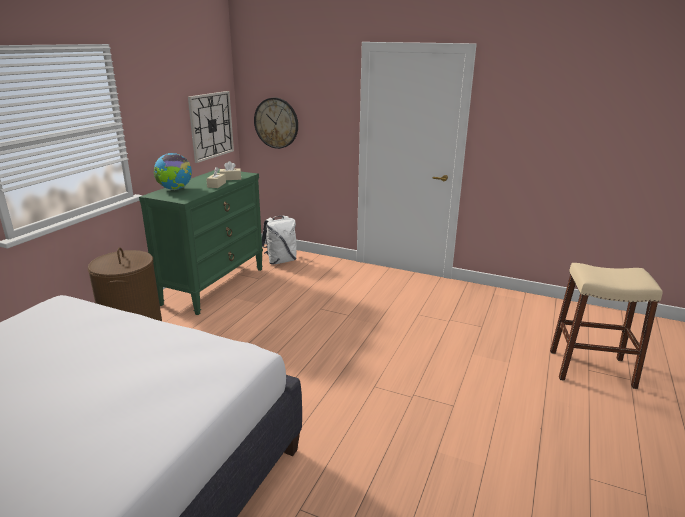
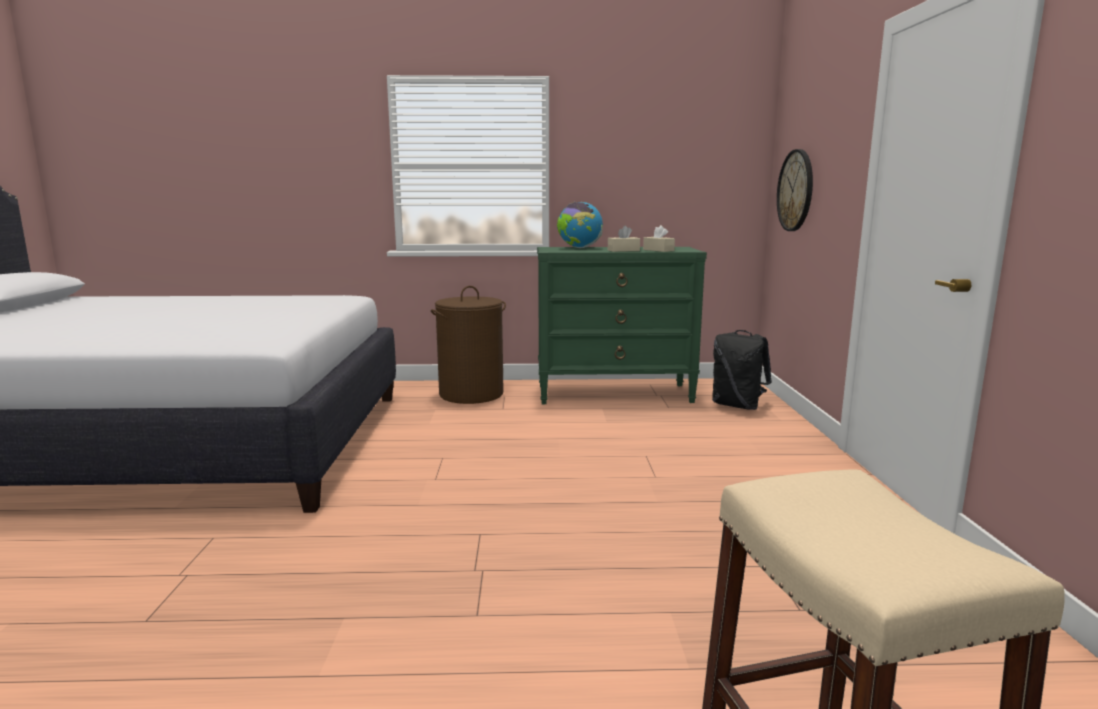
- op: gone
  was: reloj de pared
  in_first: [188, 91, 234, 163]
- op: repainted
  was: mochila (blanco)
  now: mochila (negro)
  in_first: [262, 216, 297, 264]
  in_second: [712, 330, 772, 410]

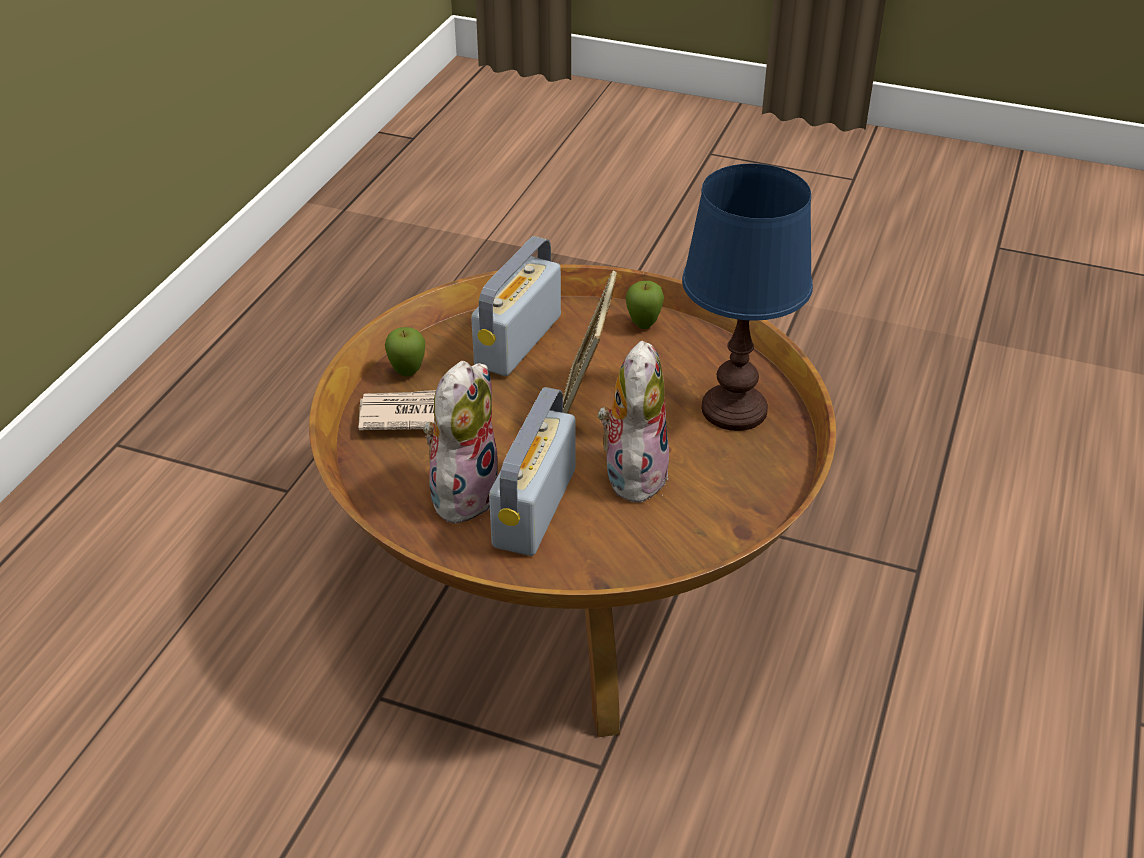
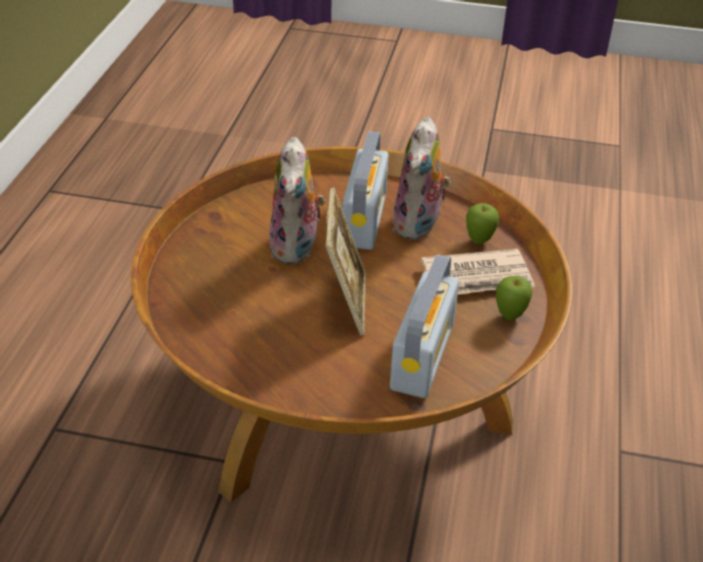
- op: shifted
  was: manzana
  in_first: [626, 281, 664, 329]
  in_second: [466, 203, 499, 244]
- op: gone
  was: lámpara de mesa (azul)
  in_first: [682, 164, 813, 431]

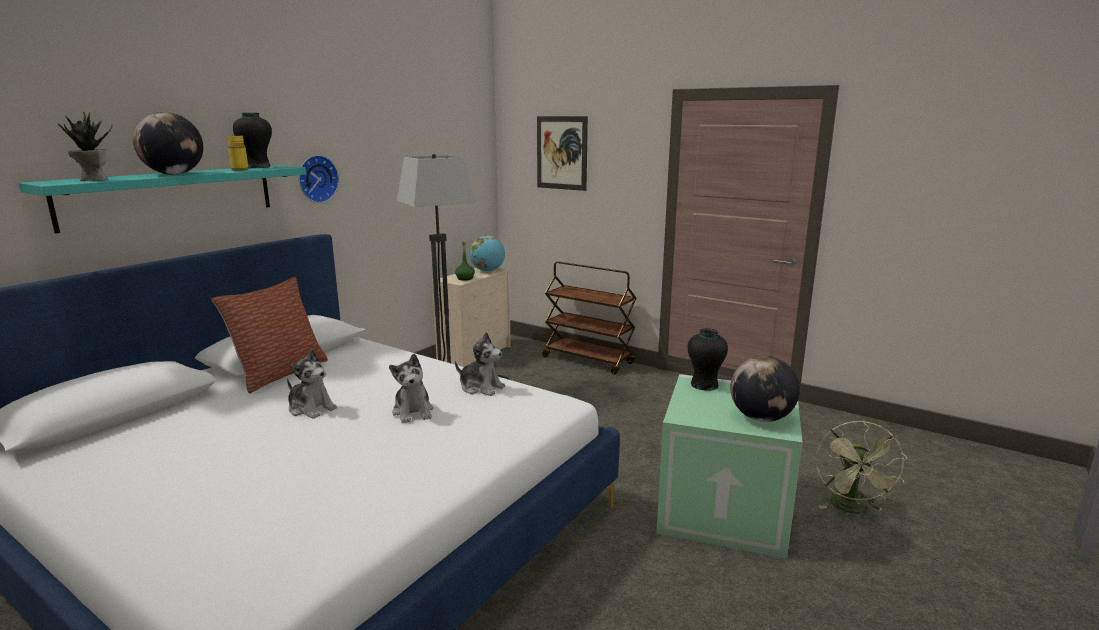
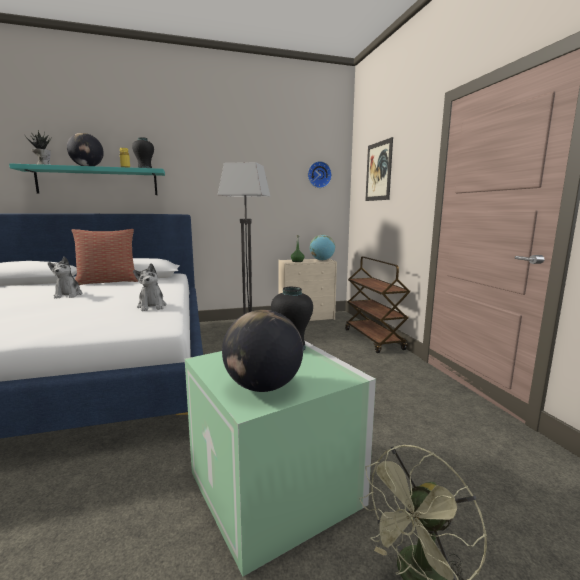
- op: shifted
  was: reloj de pared
  in_first: [299, 155, 339, 203]
  in_second: [308, 161, 332, 188]
- op: gone
  was: peluche
  in_first: [389, 354, 433, 423]

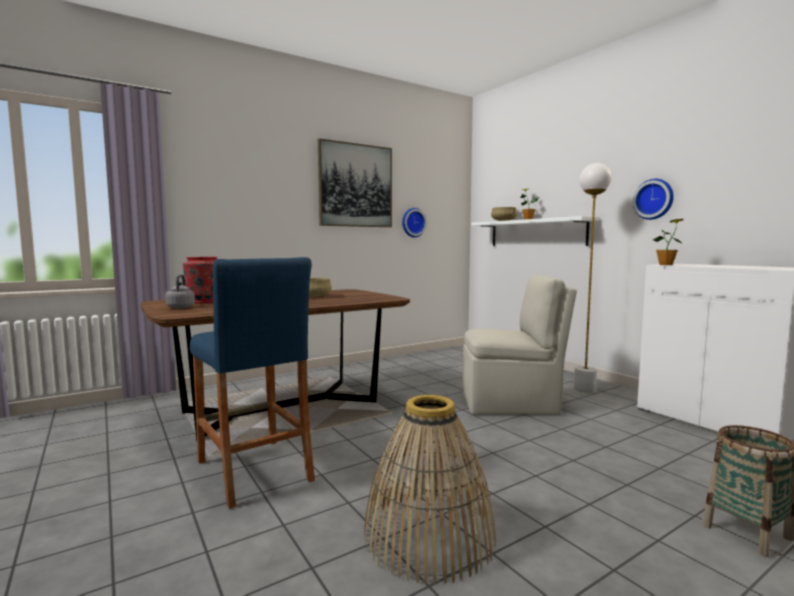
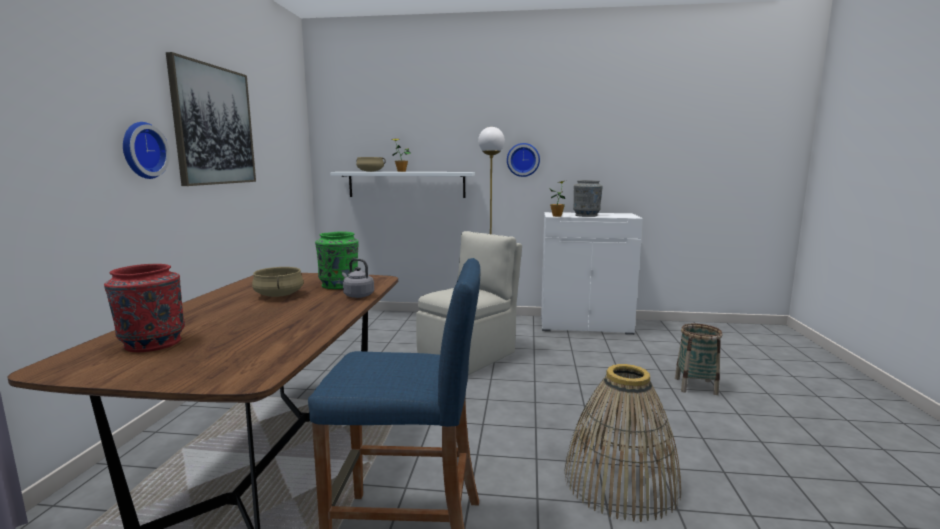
- op: shifted
  was: hervidor (gris)
  in_first: [165, 275, 195, 308]
  in_second: [342, 258, 374, 298]
- op: shifted
  was: reloj de pared
  in_first: [402, 208, 427, 237]
  in_second: [123, 122, 170, 179]
- op: new
  now: florero (verde)
  in_second: [315, 231, 359, 289]
- op: new
  now: florero (gris)
  in_second: [573, 180, 603, 217]

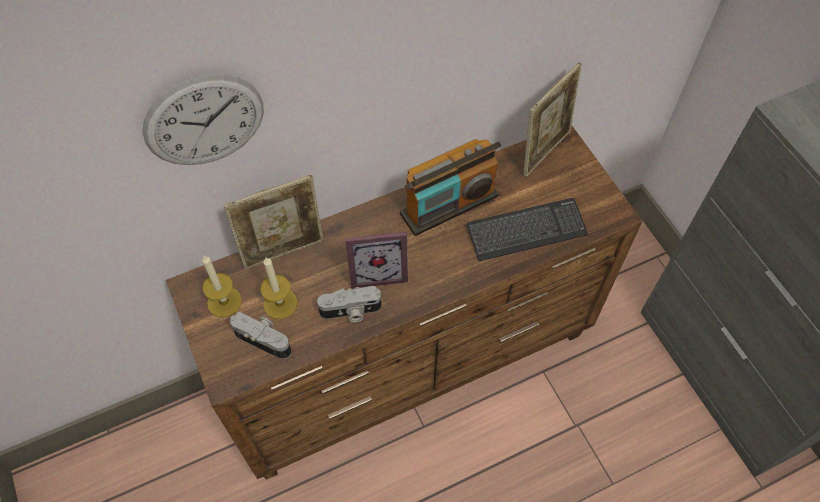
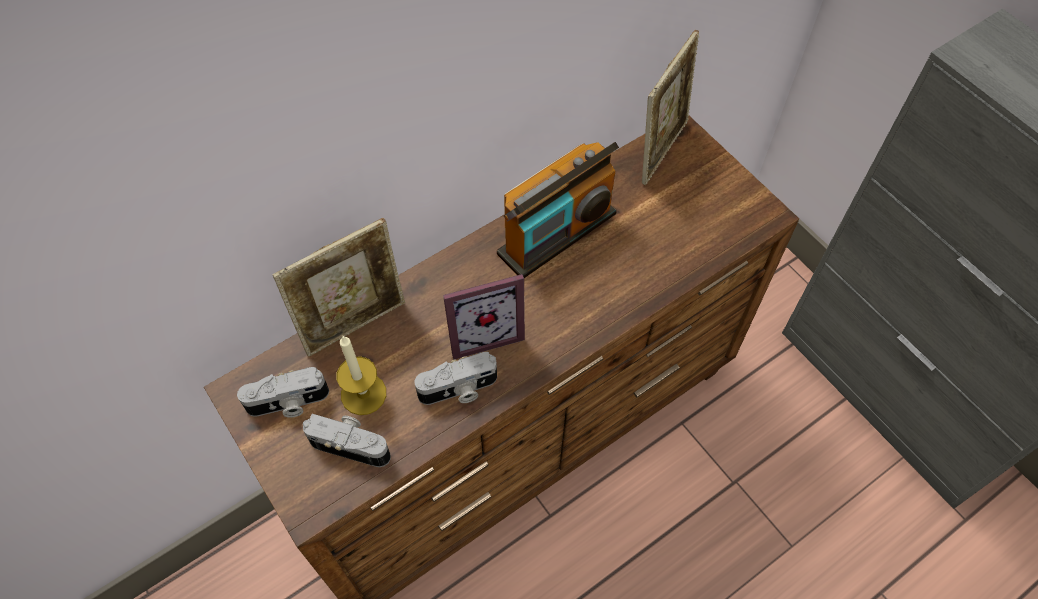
- op: gone
  was: reloj de pared
  in_first: [142, 74, 264, 165]
- op: swapped
  was: vela
  now: cámara
  in_first: [202, 256, 242, 318]
  in_second: [237, 367, 329, 418]
- op: gone
  was: teclado
  in_first: [467, 198, 588, 261]

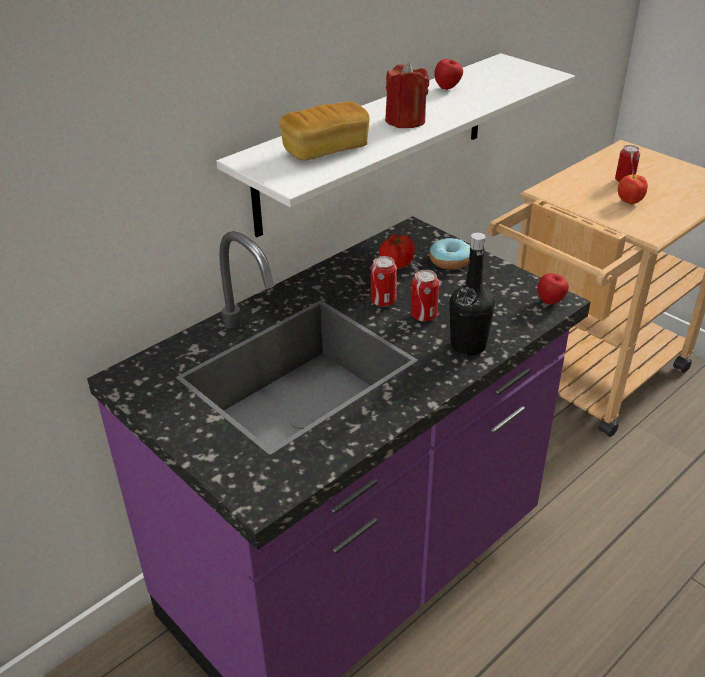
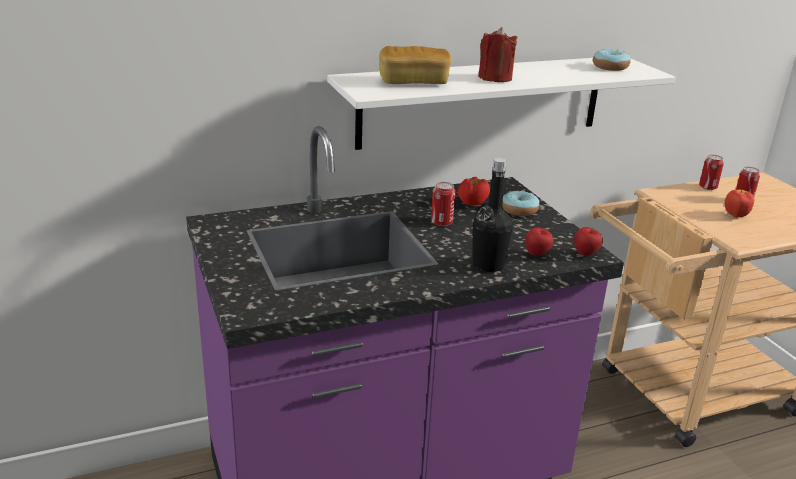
- op: shifted
  was: lata
  in_first: [411, 270, 439, 321]
  in_second: [699, 155, 724, 190]
- op: shifted
  was: manzana
  in_first: [434, 59, 463, 90]
  in_second: [525, 227, 553, 256]
- op: new
  now: rosquilla
  in_second: [593, 49, 631, 71]

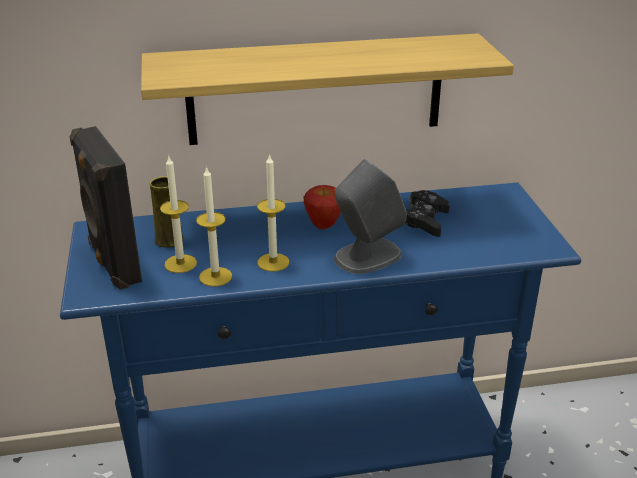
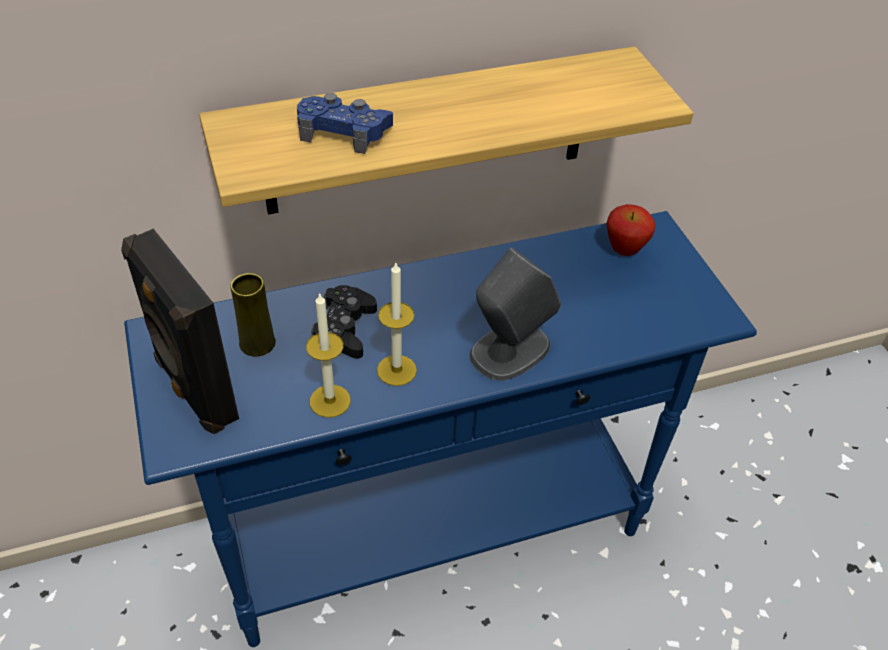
- op: gone
  was: vela
  in_first: [160, 157, 197, 273]
- op: shifted
  was: manzana
  in_first: [304, 185, 341, 229]
  in_second: [607, 204, 656, 256]
- op: shifted
  was: mando de consola (negro)
  in_first: [401, 190, 450, 237]
  in_second: [311, 285, 377, 358]
- op: new
  now: mando de consola (azul)
  in_second: [297, 93, 393, 154]

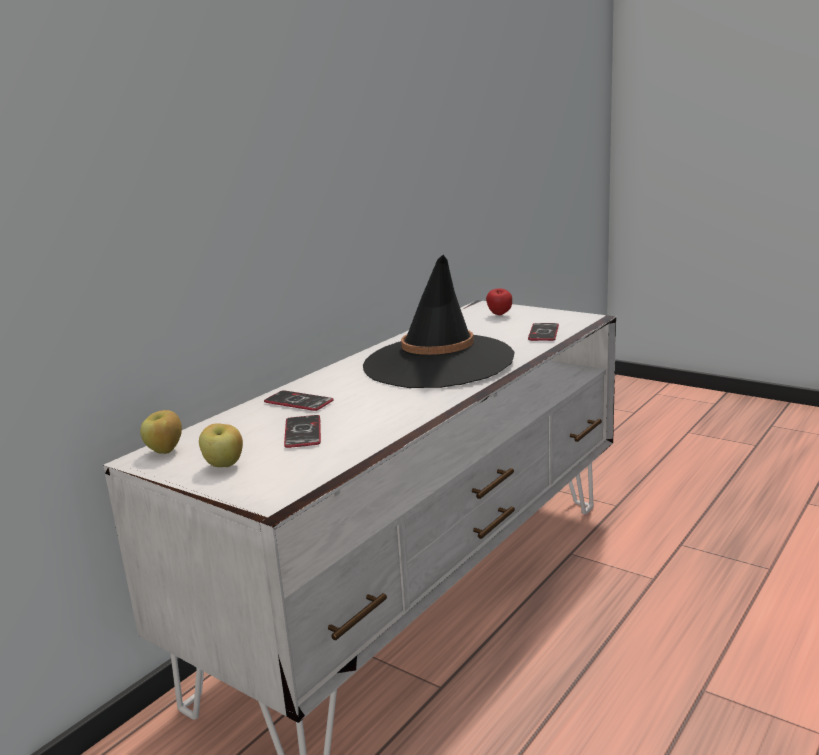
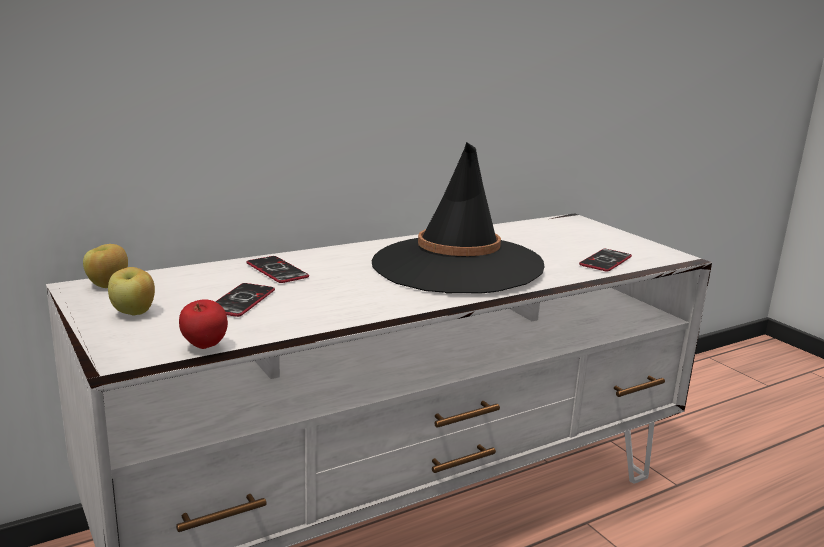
- op: shifted
  was: manzana
  in_first: [486, 289, 512, 316]
  in_second: [179, 299, 228, 349]

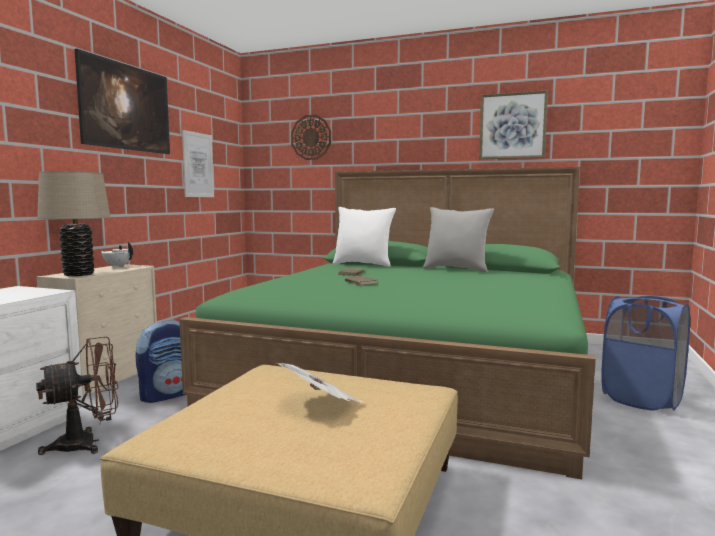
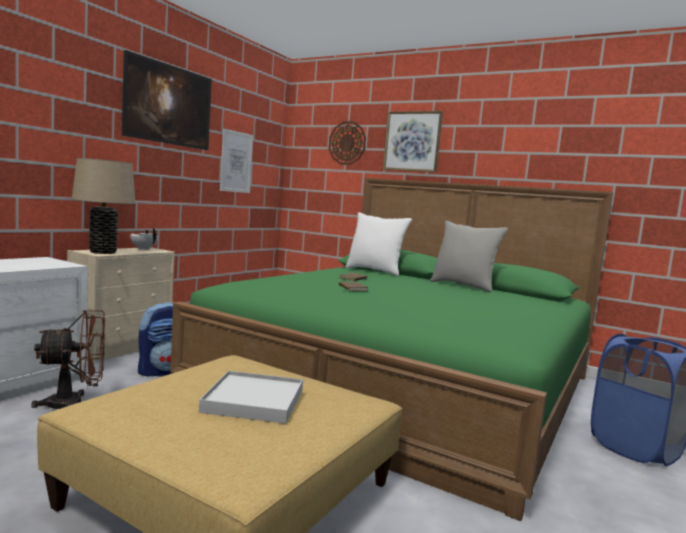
- op: swapped
  was: periódico
  now: bandeja (blanco)
  in_first: [276, 363, 364, 402]
  in_second: [199, 371, 303, 424]
- op: shifted
  was: cuadro
  in_first: [479, 90, 548, 159]
  in_second: [383, 111, 443, 172]

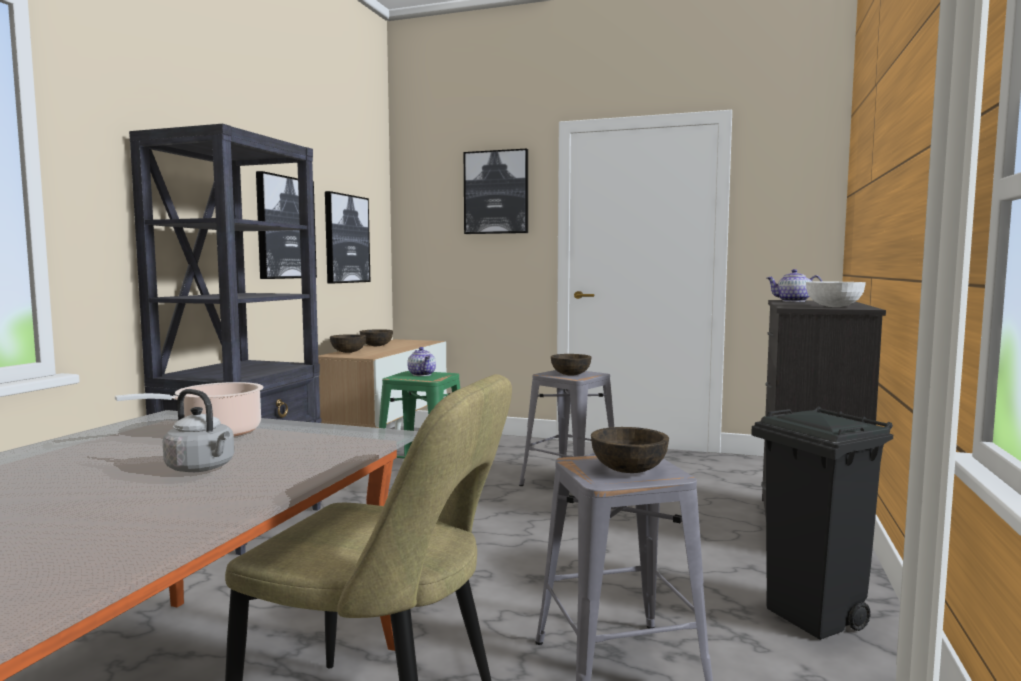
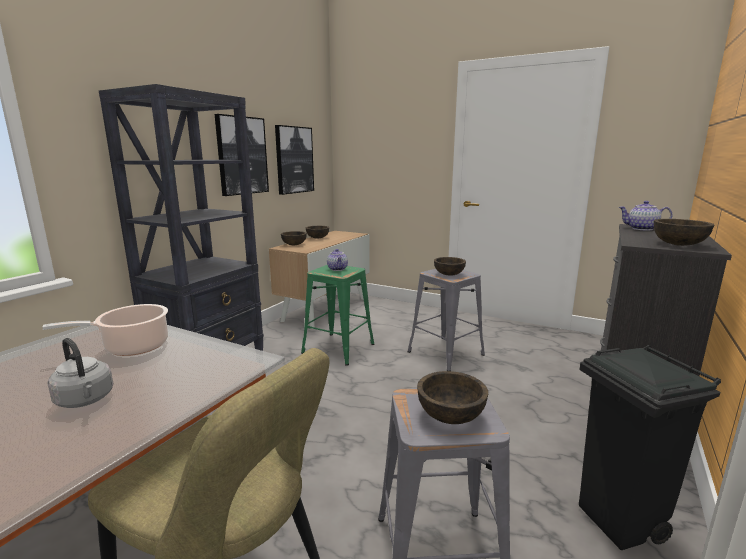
- op: gone
  was: cuadro
  in_first: [464, 148, 528, 234]
- op: repainted
  was: cuenco (blanco)
  now: cuenco (marrón)
  in_first: [806, 282, 866, 307]
  in_second: [654, 219, 714, 246]

